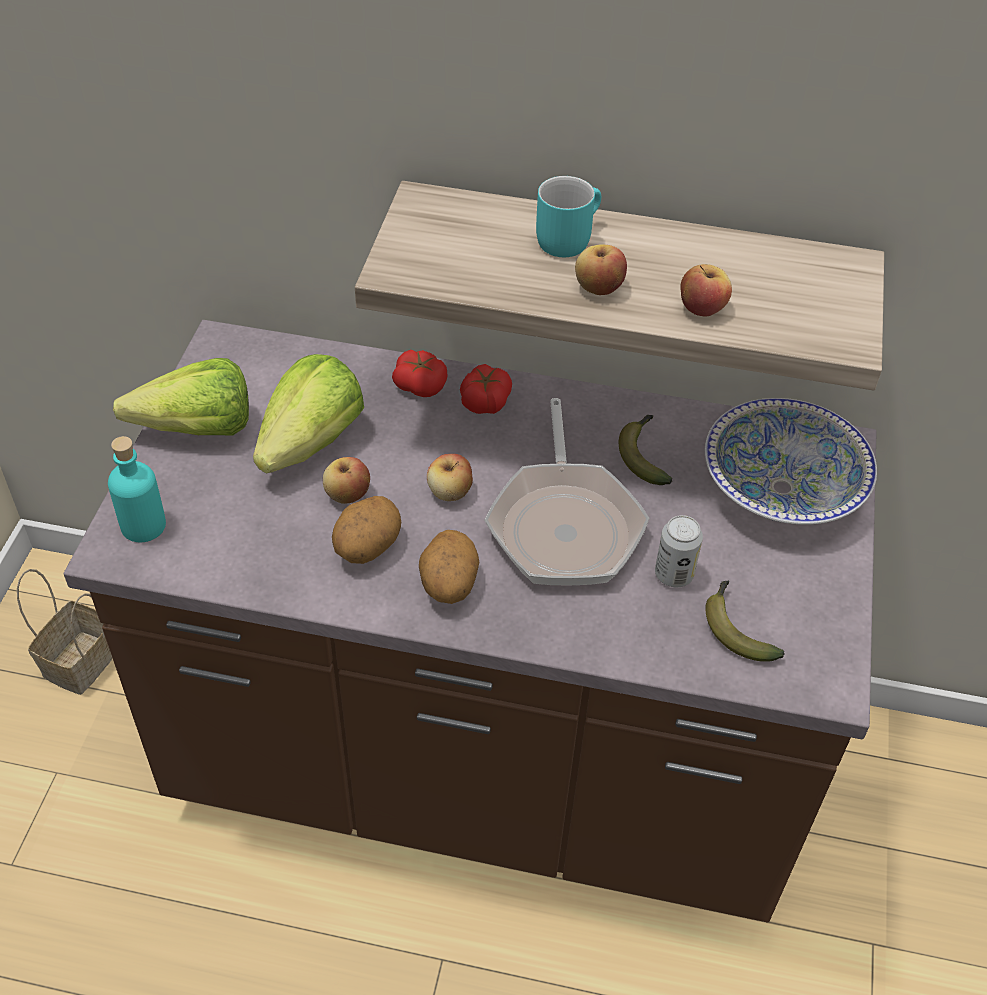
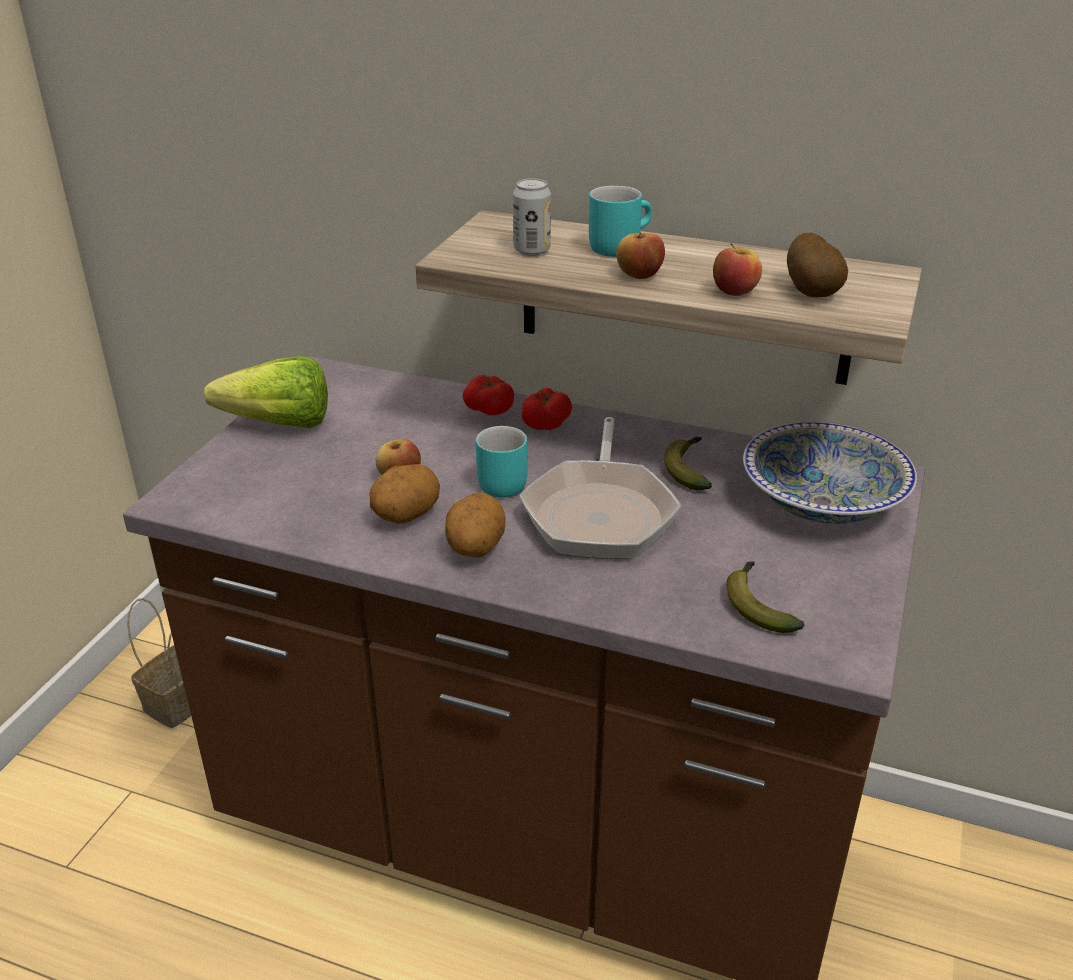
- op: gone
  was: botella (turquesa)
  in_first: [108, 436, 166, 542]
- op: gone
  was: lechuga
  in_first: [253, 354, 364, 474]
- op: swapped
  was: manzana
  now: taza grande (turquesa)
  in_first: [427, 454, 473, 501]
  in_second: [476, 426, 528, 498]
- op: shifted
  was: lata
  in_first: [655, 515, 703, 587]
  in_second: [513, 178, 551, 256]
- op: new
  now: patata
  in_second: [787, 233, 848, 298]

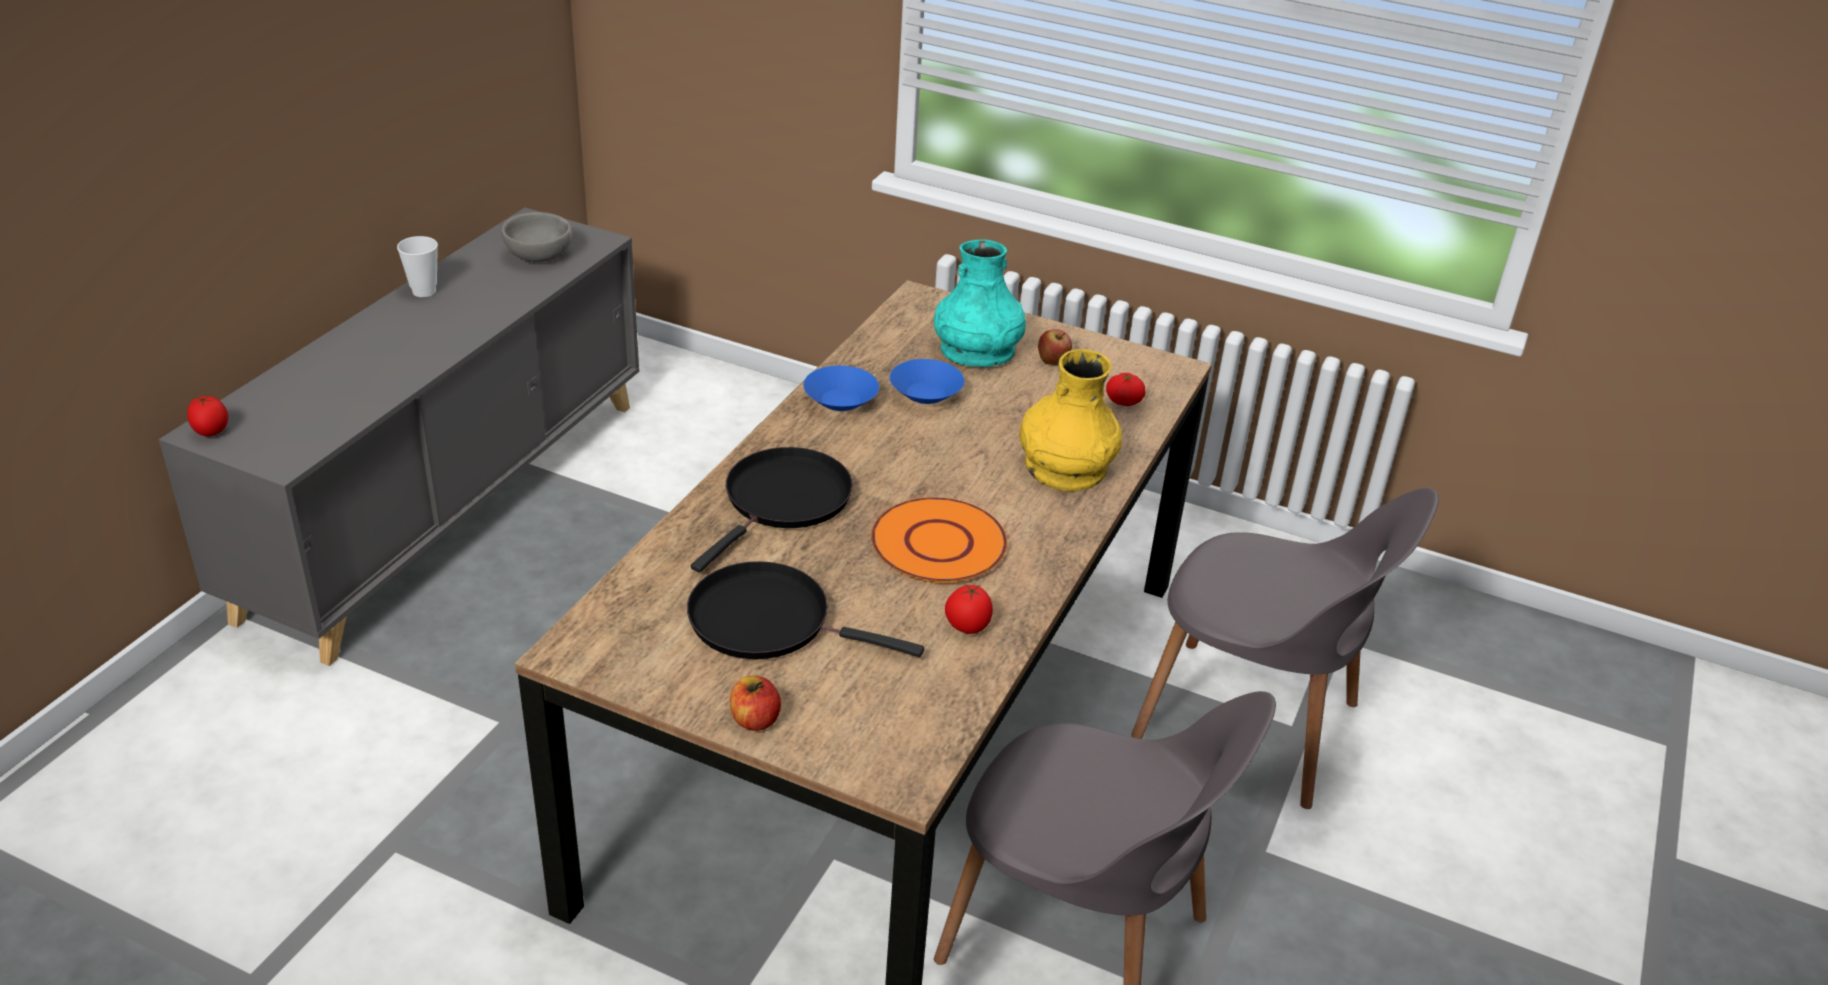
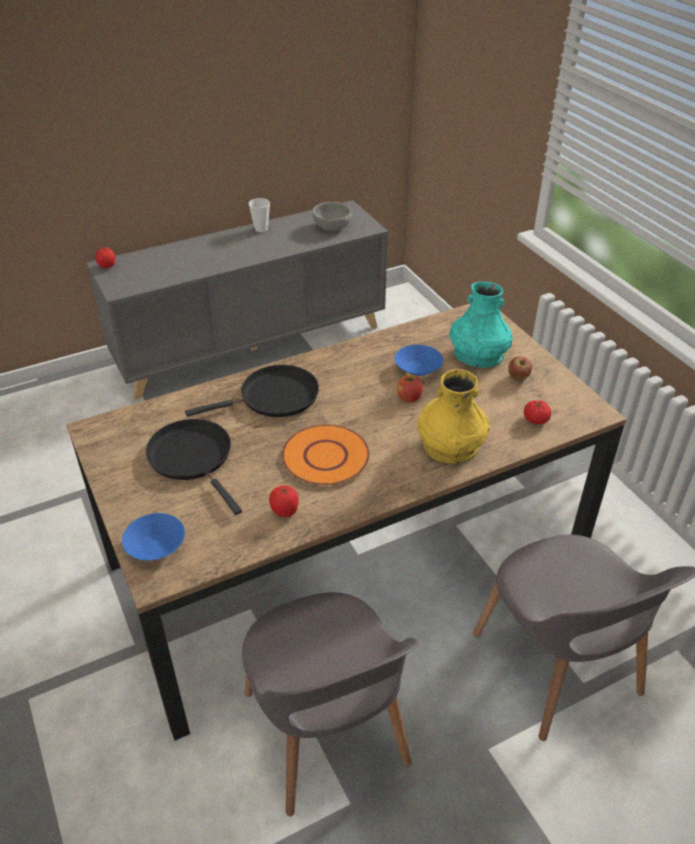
- op: shifted
  was: manzana
  in_first: [730, 676, 781, 731]
  in_second: [397, 374, 423, 403]
- op: shifted
  was: cuenco (azul)
  in_first: [803, 365, 879, 411]
  in_second: [122, 513, 185, 560]

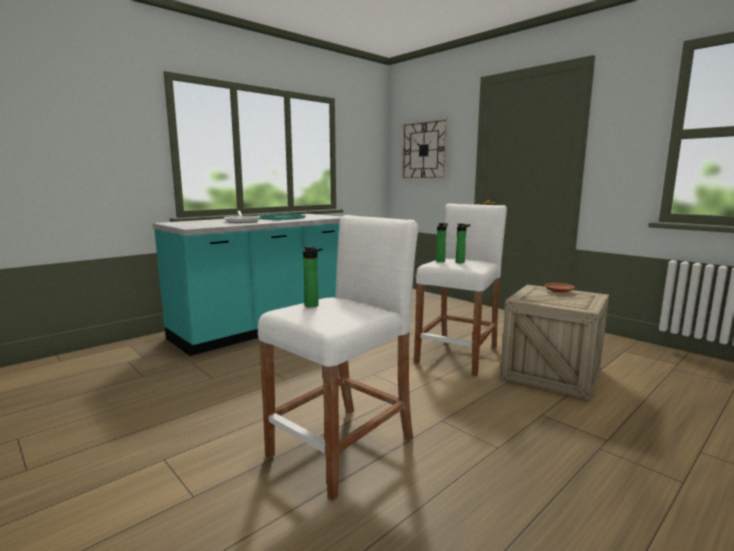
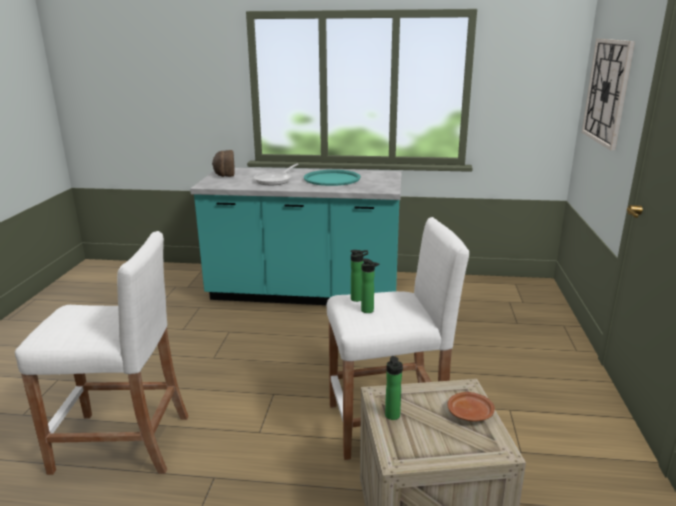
- op: shifted
  was: botella
  in_first: [303, 246, 323, 307]
  in_second: [385, 356, 403, 420]
- op: new
  now: pan
  in_second: [212, 150, 235, 177]

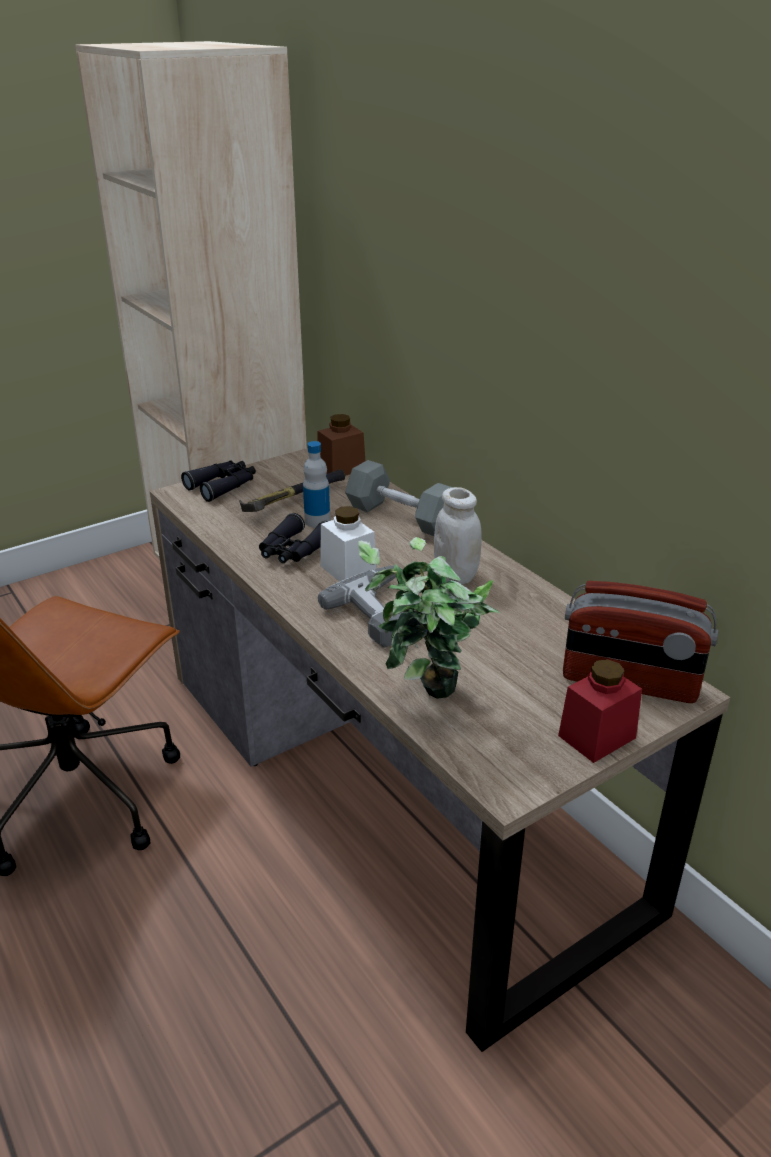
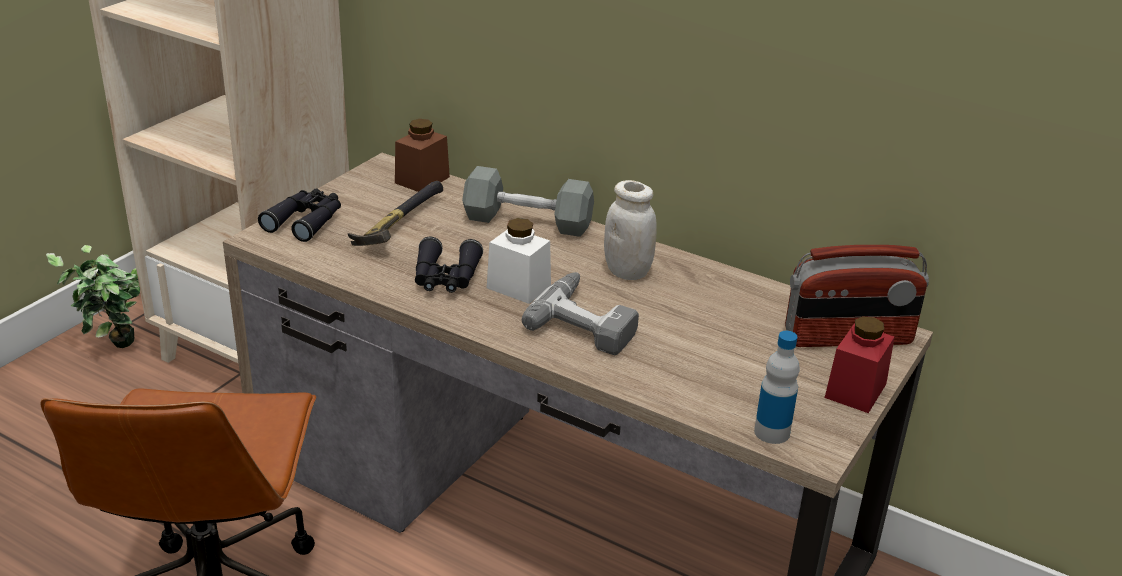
- op: shifted
  was: botella
  in_first: [303, 441, 330, 528]
  in_second: [754, 331, 800, 444]
- op: shifted
  was: planta en maceta
  in_first: [358, 537, 501, 699]
  in_second: [46, 245, 140, 348]

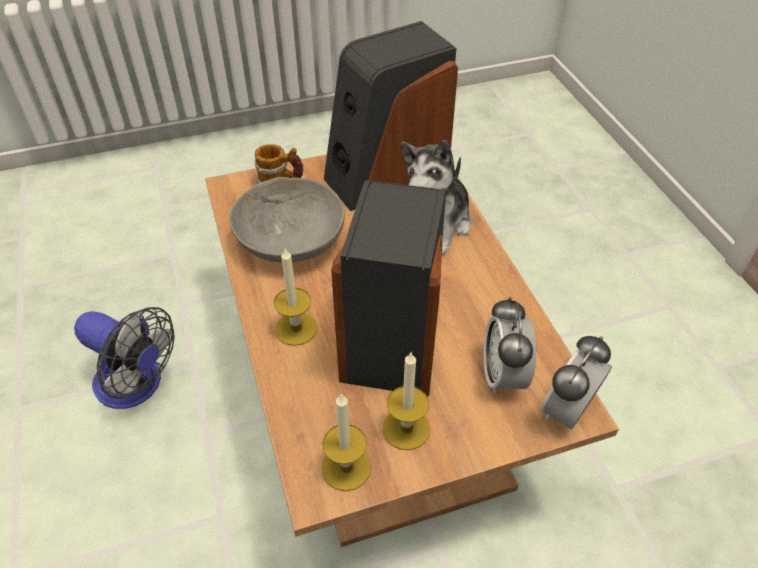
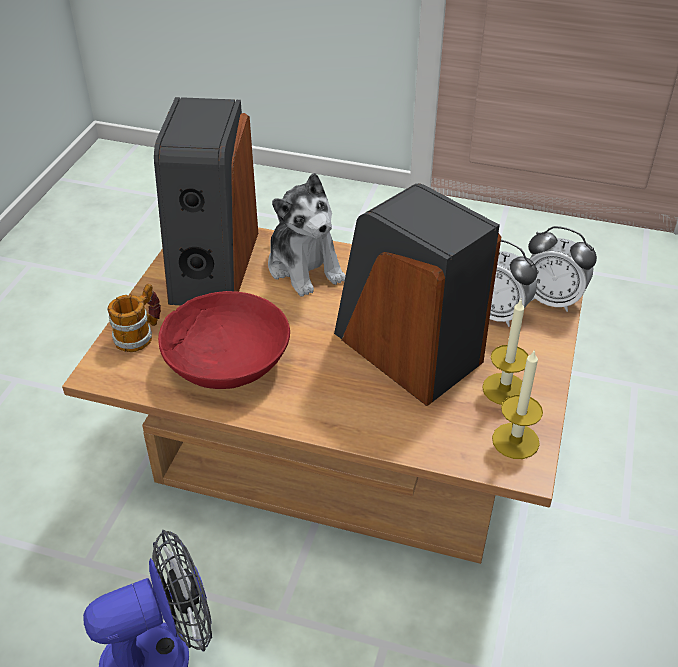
- op: repainted
  was: cuenco (gris)
  now: cuenco (rojo)
  in_first: [229, 177, 345, 262]
  in_second: [158, 291, 290, 389]
- op: gone
  was: vela
  in_first: [274, 249, 317, 346]
- op: rotated
  was: despertador
  in_first: [540, 336, 612, 429]
  in_second: [528, 226, 597, 312]
  clockwise: -45

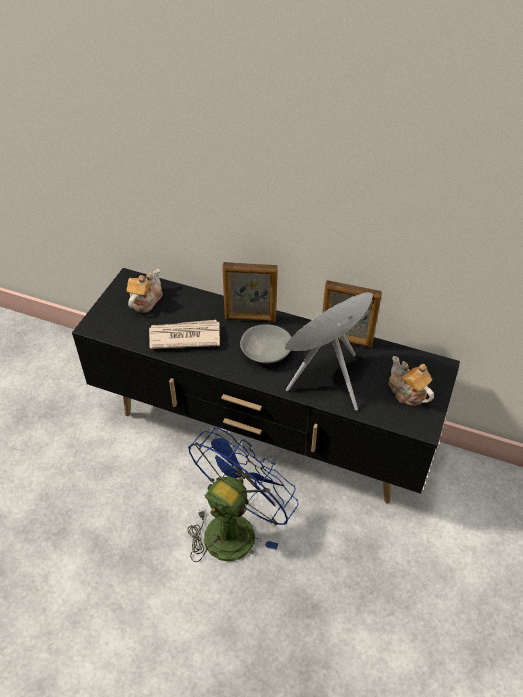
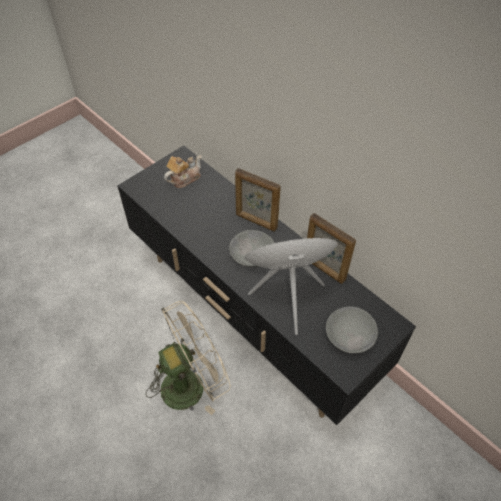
- op: gone
  was: periódico
  in_first: [149, 320, 220, 349]
- op: repainted
  was: ventilador (azul)
  now: ventilador (beis)
  in_first: [188, 428, 299, 562]
  in_second: [146, 301, 231, 415]
- op: swapped
  was: tetera
  now: cuenco (gris)
  in_first: [389, 356, 434, 406]
  in_second: [326, 307, 378, 353]

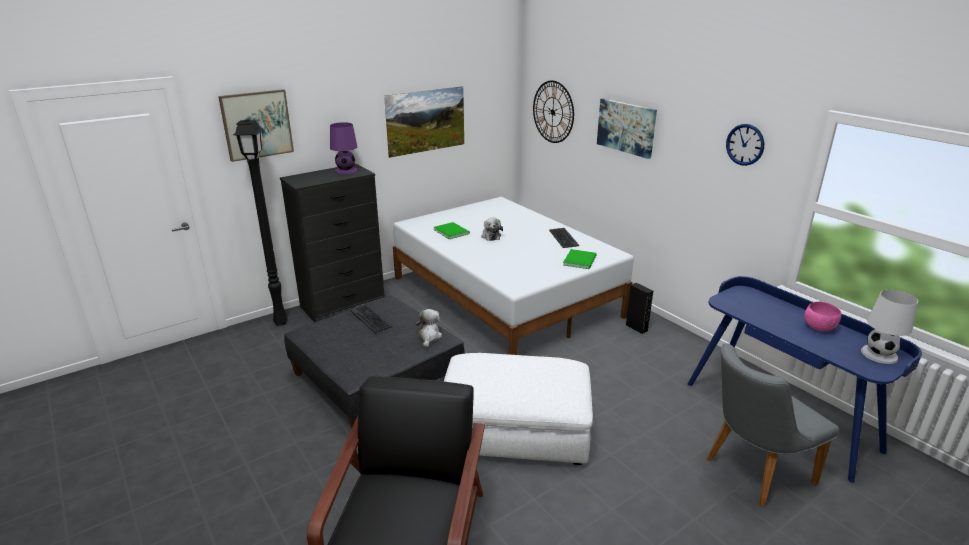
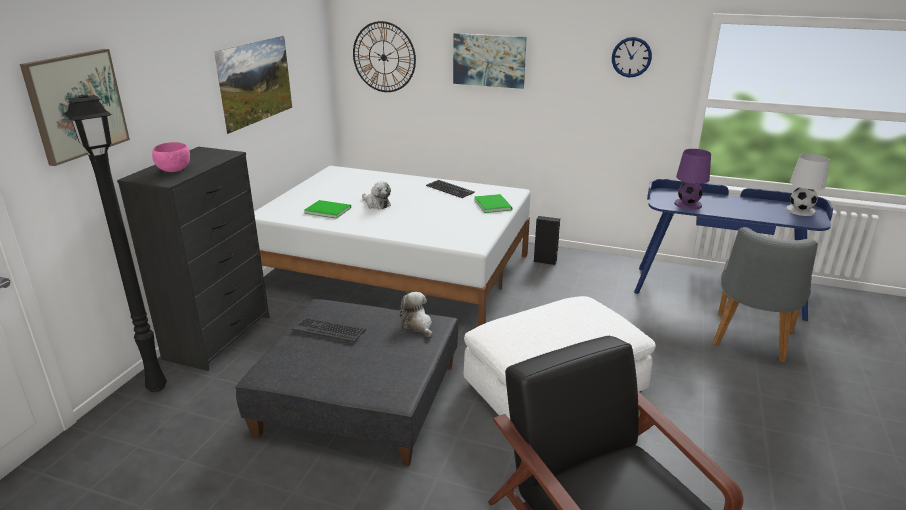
- op: shifted
  was: lámpara de mesa (morado)
  in_first: [330, 122, 358, 174]
  in_second: [674, 149, 711, 210]
- op: shifted
  was: cuenco (rosa)
  in_first: [805, 302, 841, 331]
  in_second: [152, 142, 190, 172]

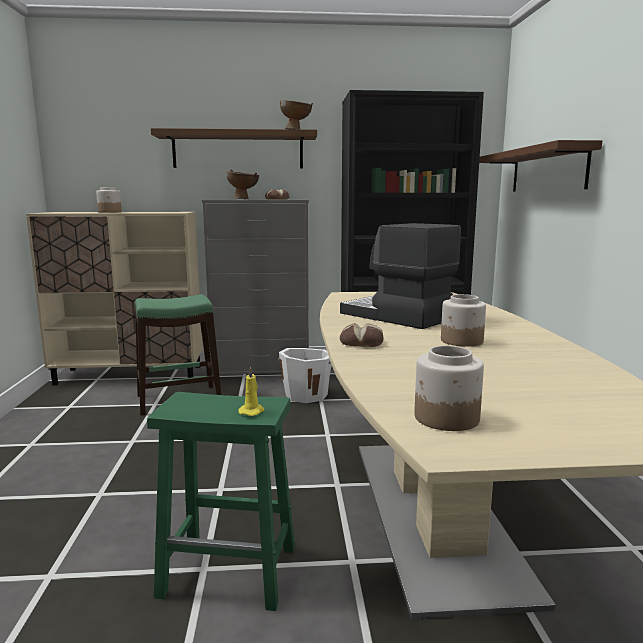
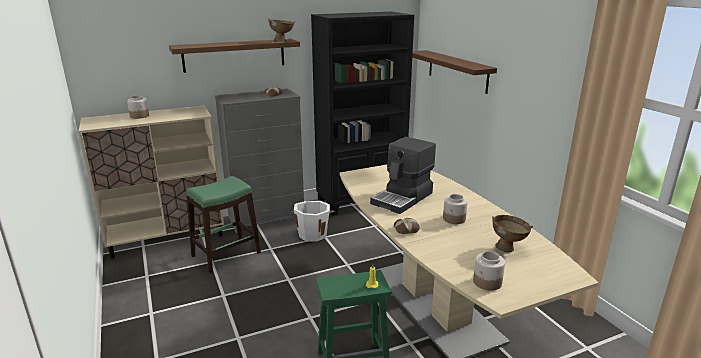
- op: shifted
  was: cuenco (marrón)
  in_first: [226, 170, 259, 200]
  in_second: [492, 215, 533, 252]
- op: rotated
  was: cafetera
  in_first: [340, 223, 461, 329]
  in_second: [370, 137, 436, 214]
  clockwise: -75

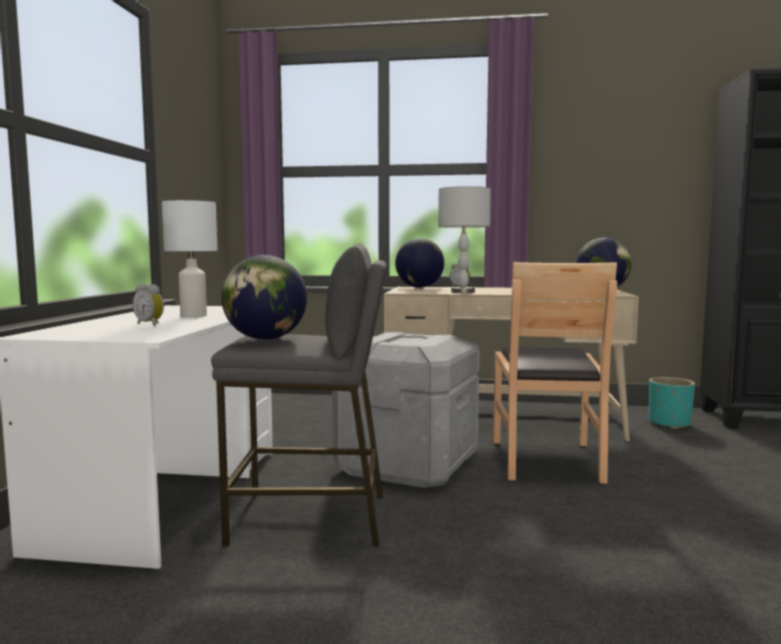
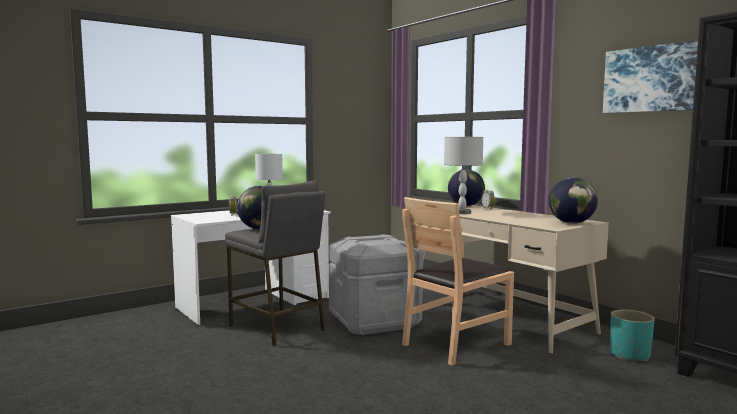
- op: new
  now: cuadro
  in_second: [603, 40, 698, 113]

